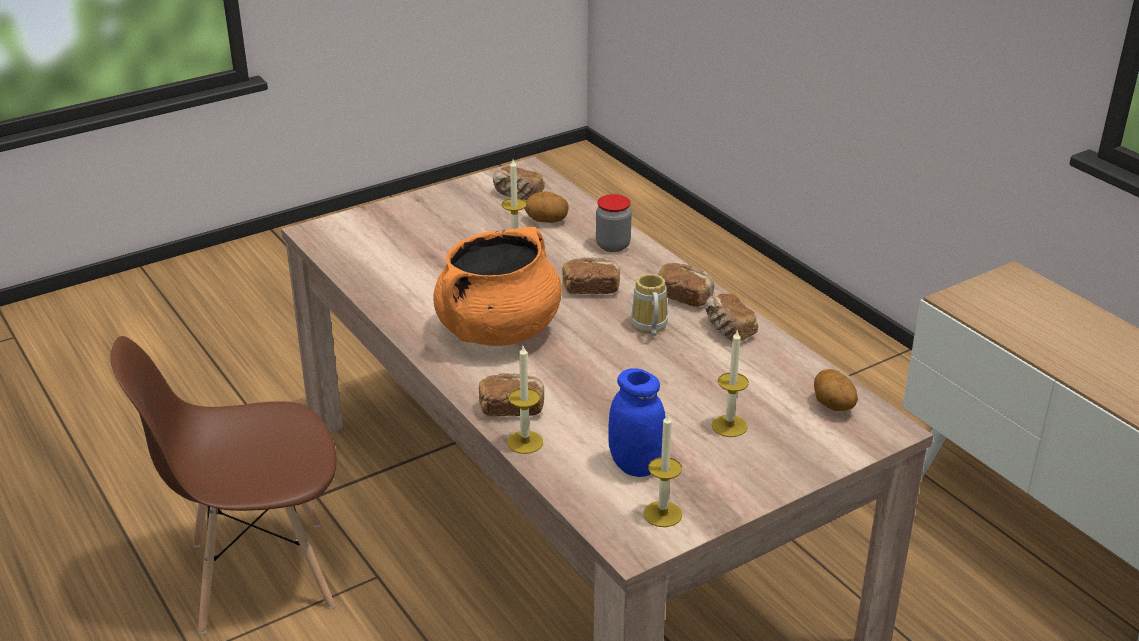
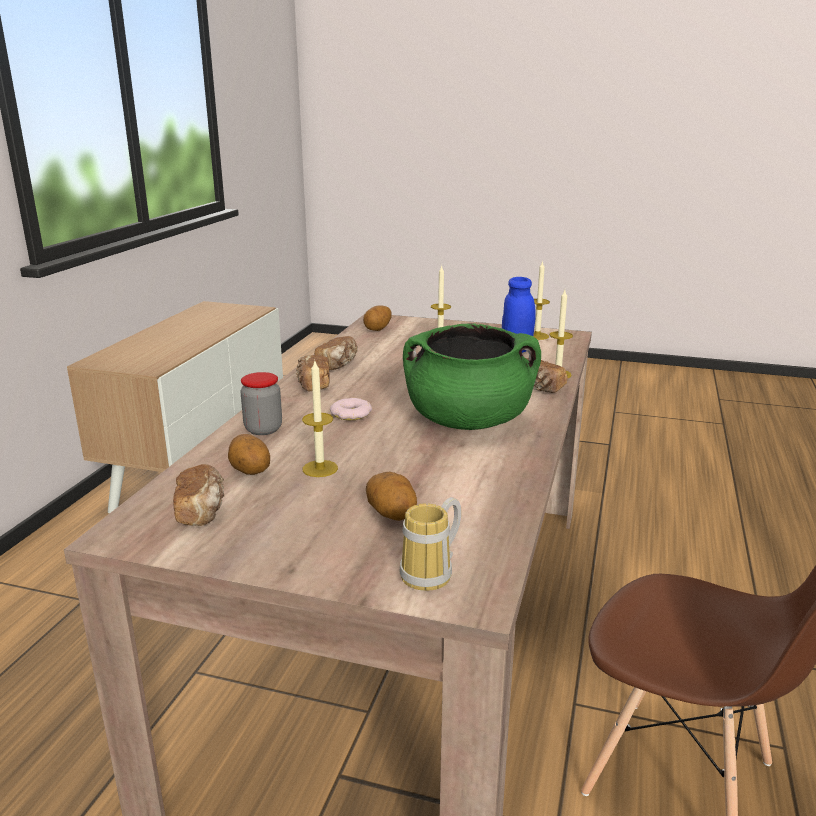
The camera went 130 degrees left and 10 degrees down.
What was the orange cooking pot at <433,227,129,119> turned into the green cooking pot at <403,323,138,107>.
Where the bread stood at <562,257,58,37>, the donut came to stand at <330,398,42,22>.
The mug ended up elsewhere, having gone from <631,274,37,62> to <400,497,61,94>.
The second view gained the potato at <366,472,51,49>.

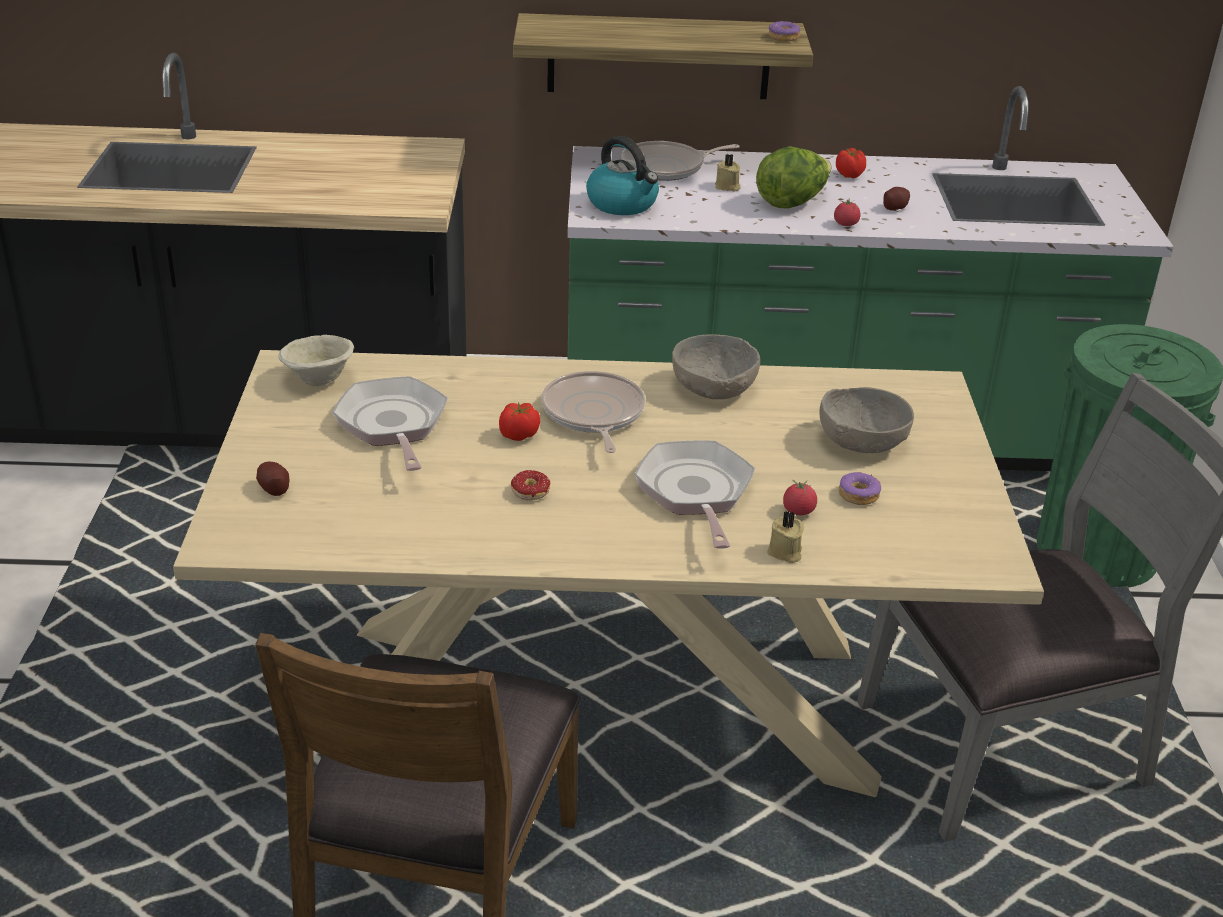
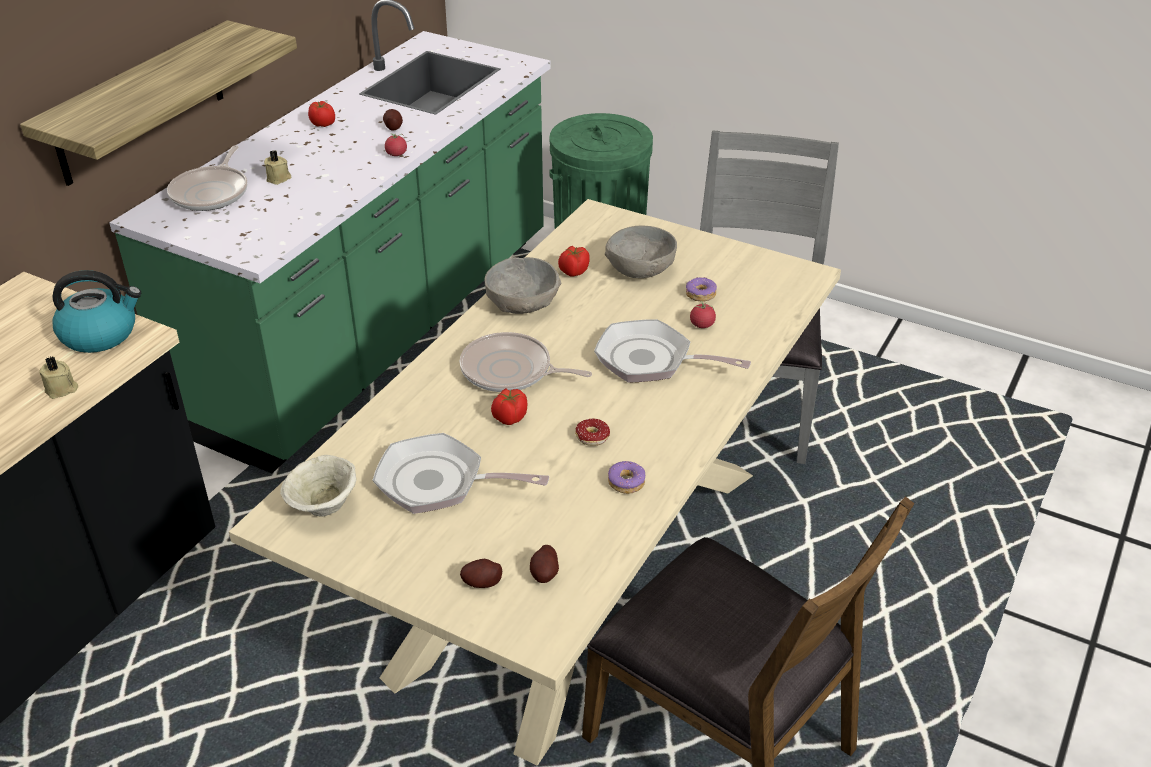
The camera went 60 degrees left and 5 degrees up.
The donut ended up elsewhere, having gone from <769,21,32,21> to <608,461,37,33>.
The kettle ended up elsewhere, having gone from <586,136,73,79> to <53,270,88,83>.
The second view lost the lettuce at <756,146,75,63>.
The beige candle ended up elsewhere, having gone from <767,511,37,52> to <39,356,39,43>.
The second view gained the tomato at <558,246,32,31>.
The second view gained the potato at <530,545,29,38>.

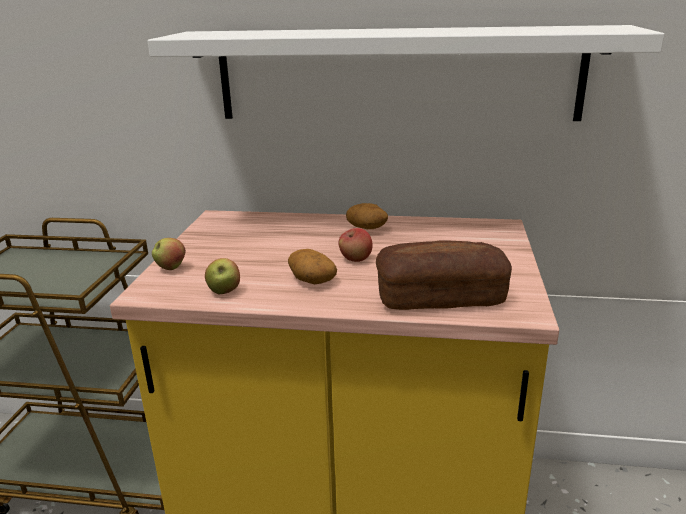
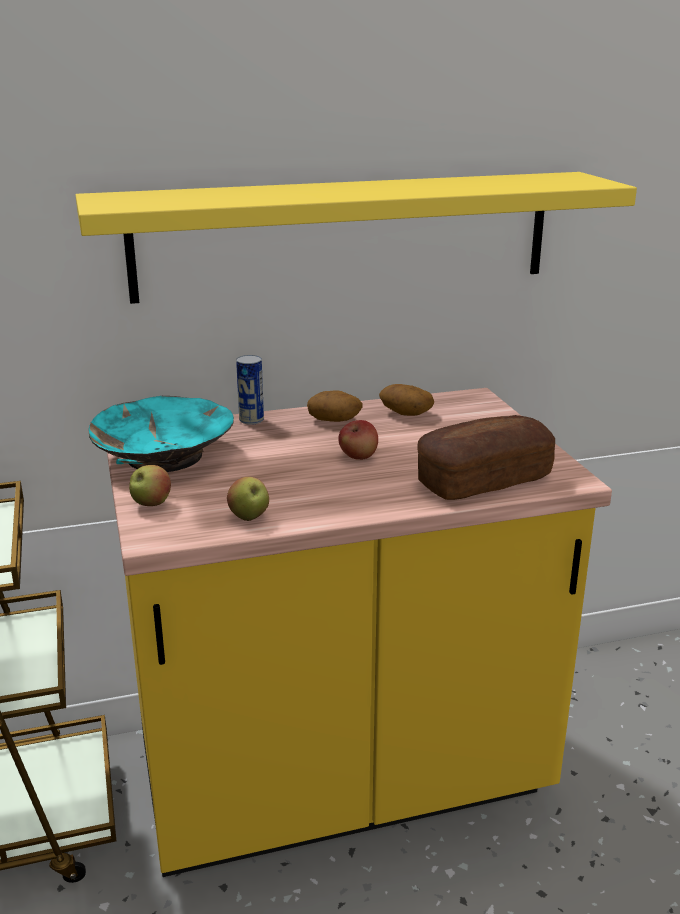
The camera went 25 degrees left and 0 degrees up.
What was the white shelf at <147,25,518,96> turned into the yellow shelf at <75,172,562,132>.
The potato ended up elsewhere, having gone from <288,249,49,35> to <379,384,55,32>.
The second view gained the can at <236,355,28,70>.
The second view gained the turquoise bowl at <88,396,146,76>.

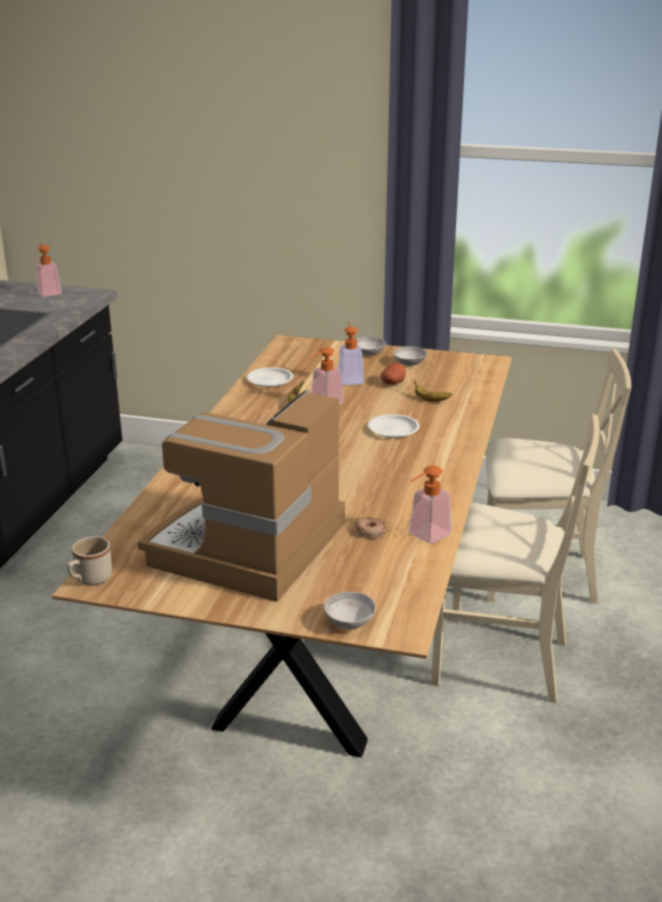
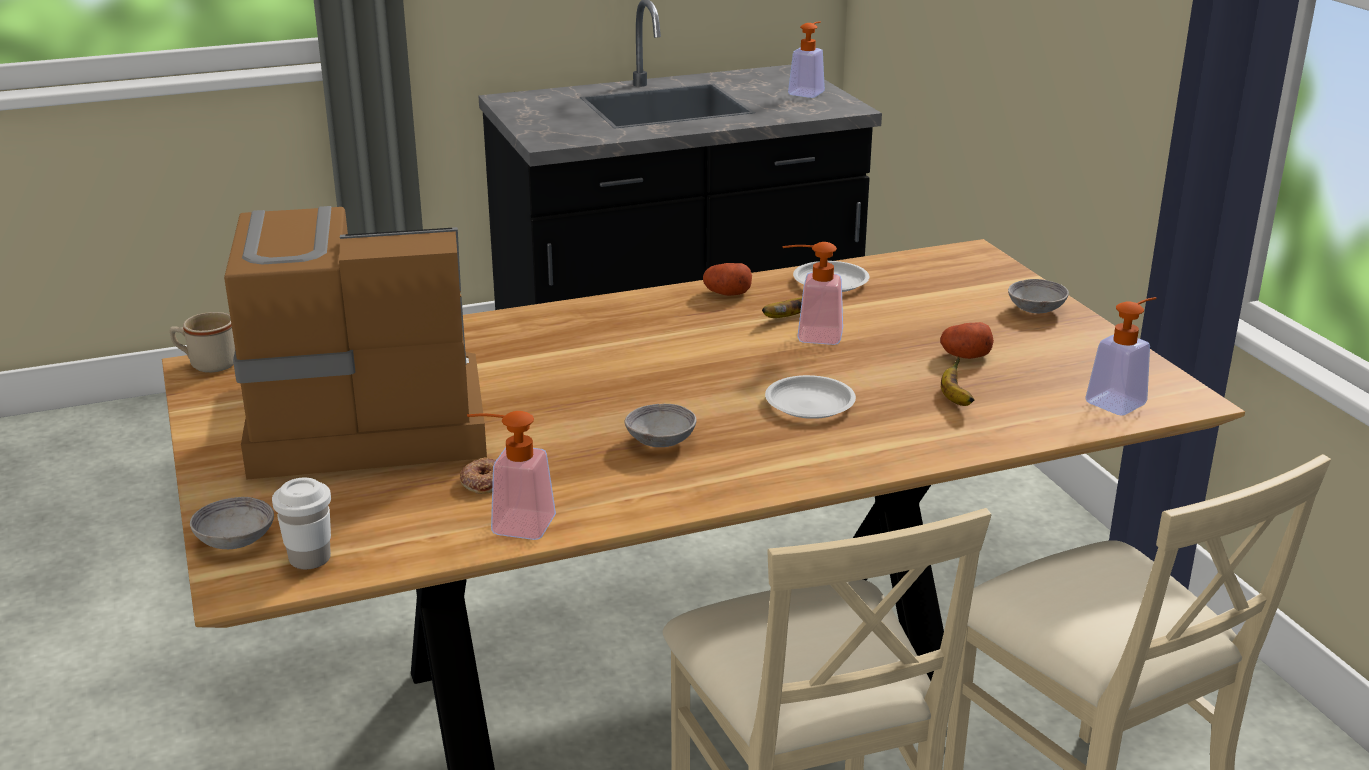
The camera went 55 degrees right and 0 degrees up.
The soap dispenser ended up elsewhere, having gone from <338,323,26,62> to <1085,297,71,118>.
The grey bowl ended up elsewhere, having gone from <394,346,33,20> to <625,404,72,43>.
The second view gained the potato at <703,263,49,33>.
The second view gained the white cup at <272,478,59,91>.

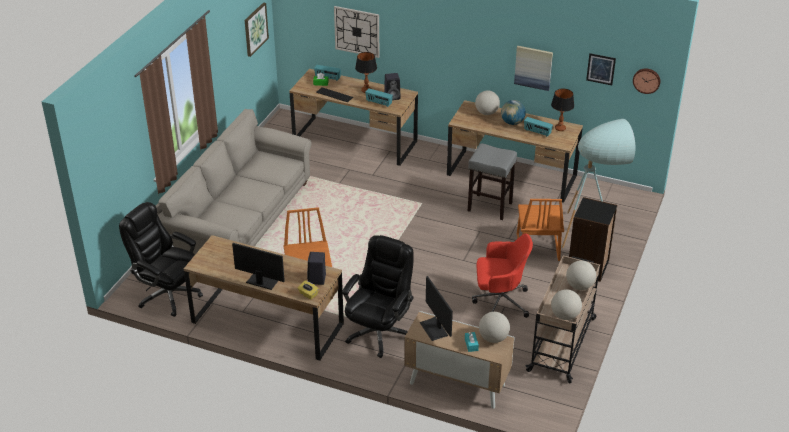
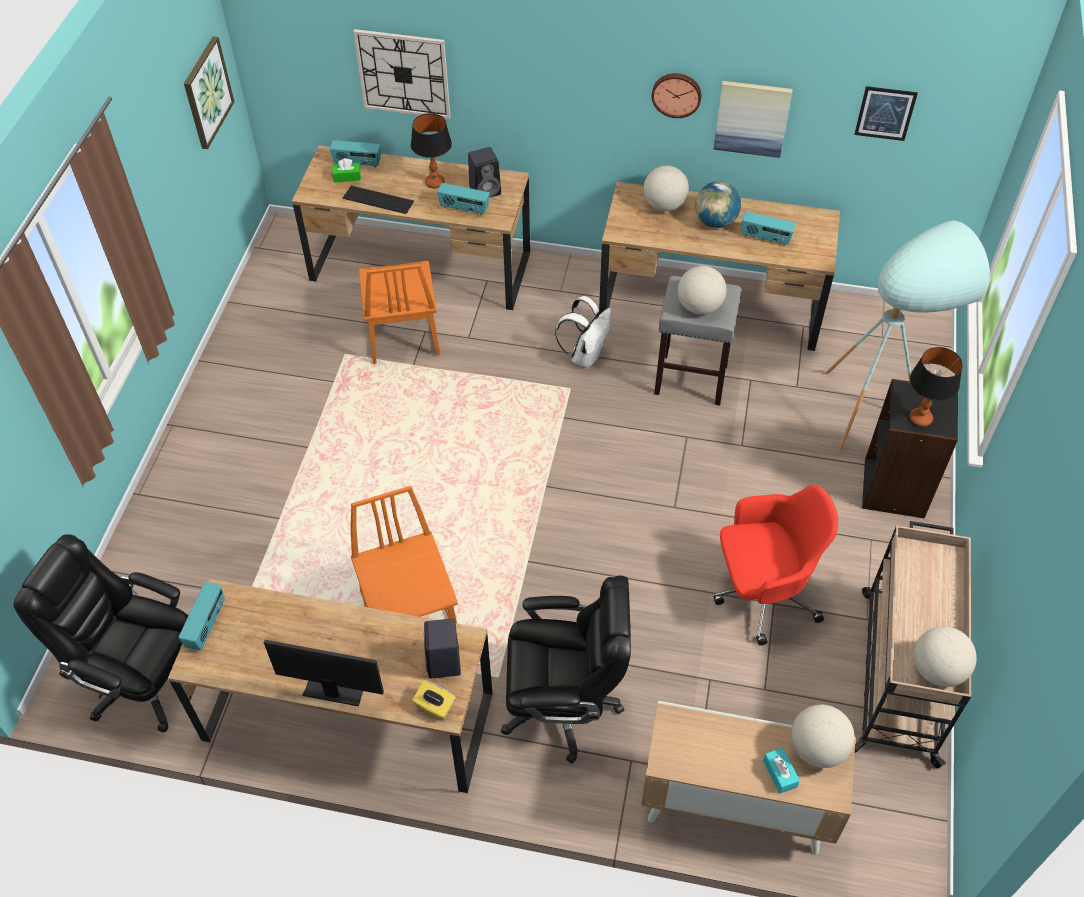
The camera went 10 degrees left and 15 degrees up.
The wall clock ended up elsewhere, having gone from <633,68,27,26> to <652,73,49,45>.
The table lamp ended up elsewhere, having gone from <551,89,23,42> to <910,347,53,80>.
The second view lost the beige sofa at <156,109,155,145>.
The orange chair ended up elsewhere, having gone from <517,199,47,62> to <359,261,81,103>.
The black office chair at <342,235,72,123> ended up facing another way, 75 degrees clockwise from before.
The globe ended up elsewhere, having gone from <566,260,30,30> to <678,266,48,49>.
The second view lost the monitor at <419,276,34,65>.
The second view gained the white backpack at <555,296,57,72>.
The second view gained the radio at <178,582,47,69>.

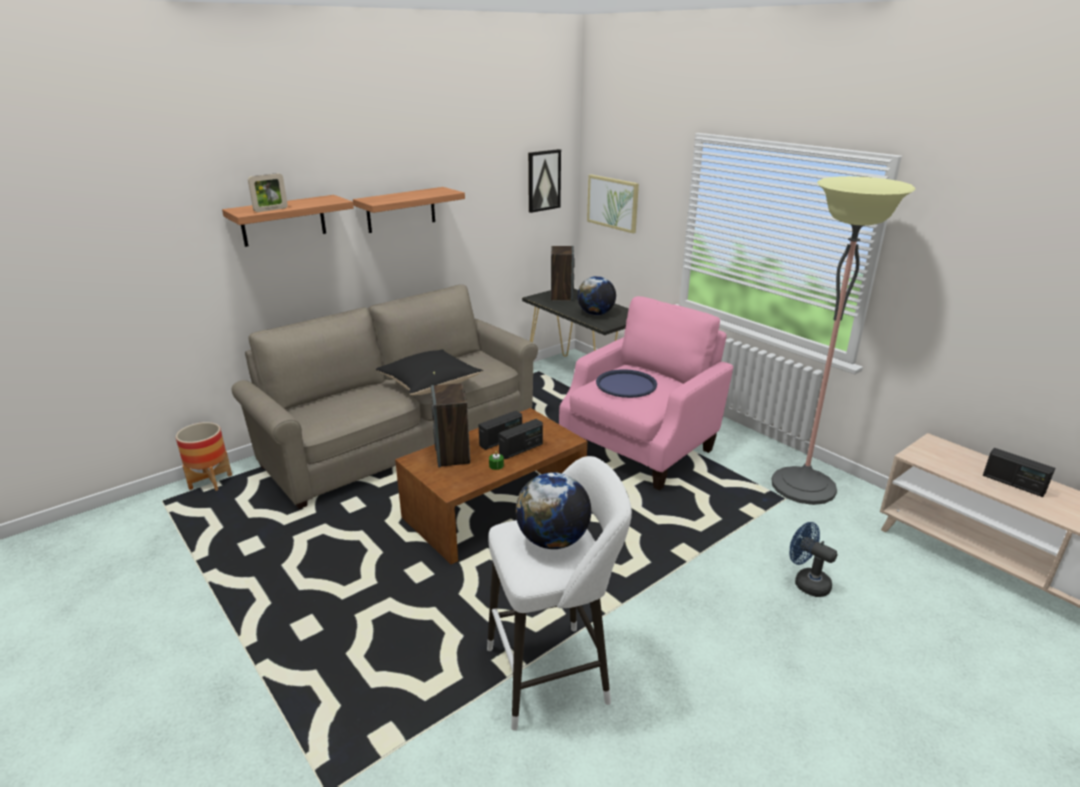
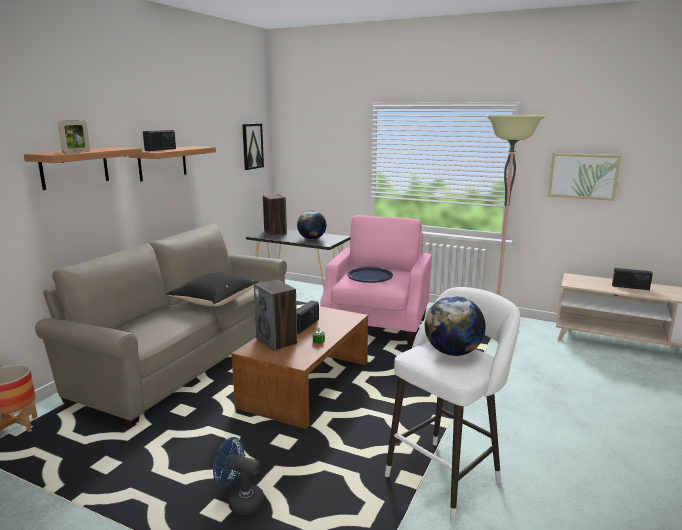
The camera went 25 degrees left and 10 degrees down.
The picture ended up elsewhere, having gone from <587,174,52,60> to <548,153,73,48>.
The radio ended up elsewhere, having gone from <499,419,44,40> to <143,130,33,21>.
The blue fan ended up elsewhere, having gone from <790,522,48,75> to <213,437,51,78>.

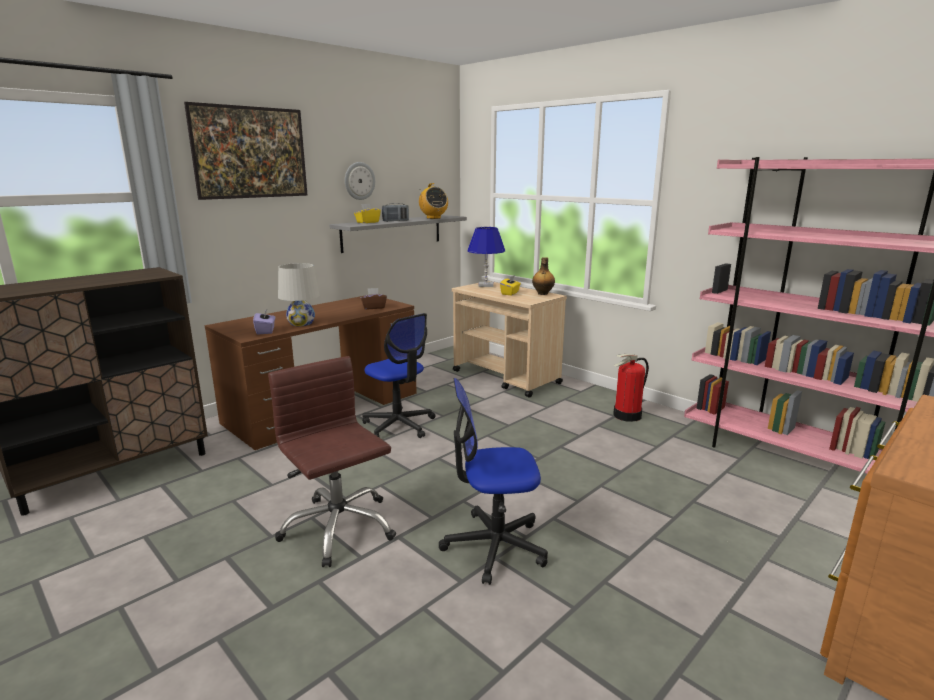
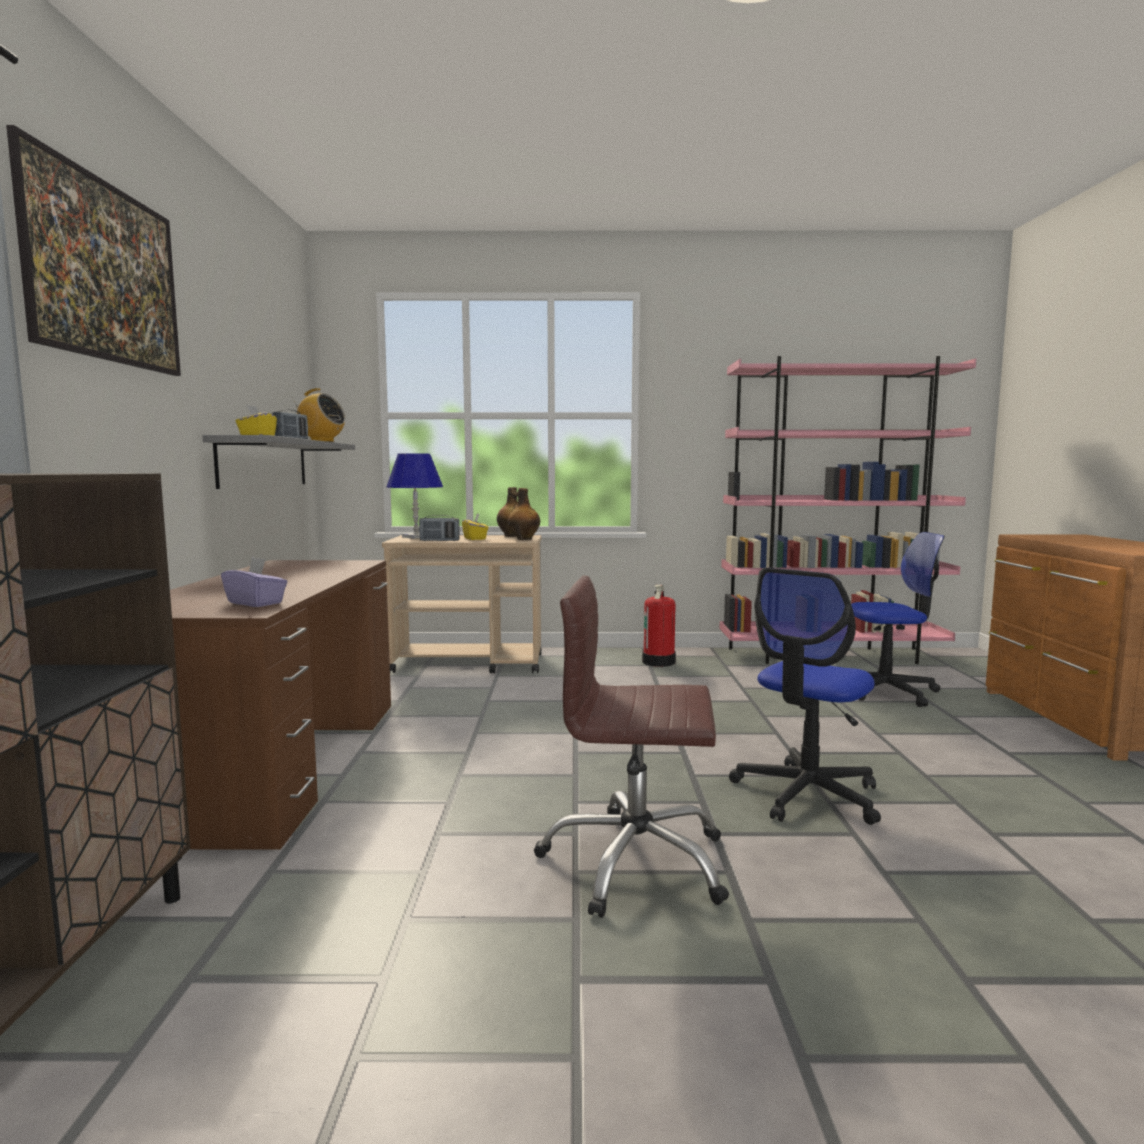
The camera went 45 degrees left and 10 degrees down.
The second view lost the wall clock at <345,162,30,38>.
The second view lost the white table lamp at <278,263,41,63>.
The second view lost the brown tissue box at <360,288,27,21>.
The office chair ended up elsewhere, having gone from <362,313,74,125> to <851,532,93,175>.
The second view gained the bottle at <508,488,32,52>.
The second view gained the radio at <419,515,41,26>.

